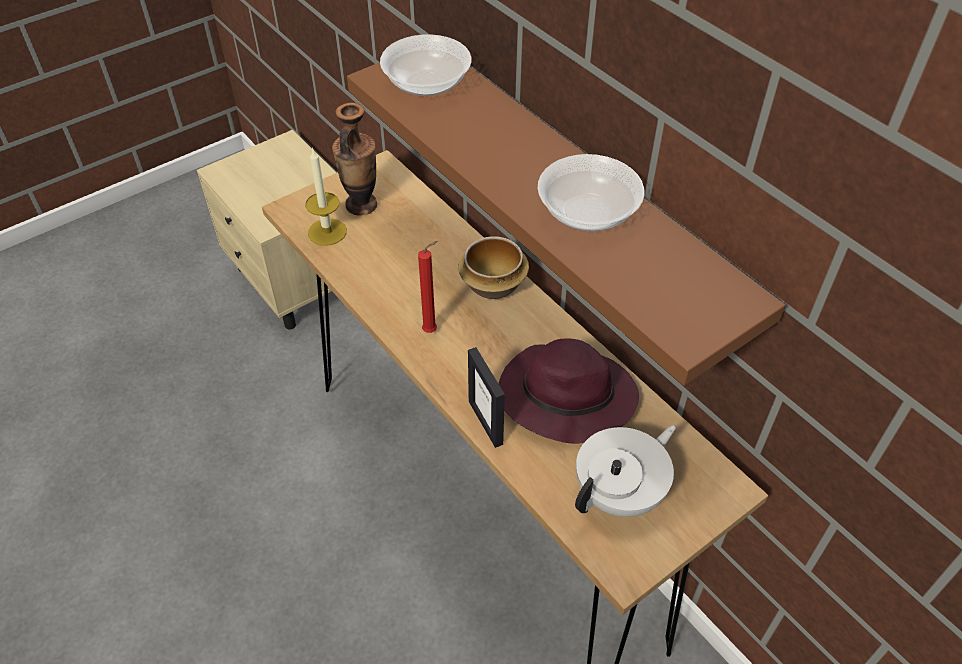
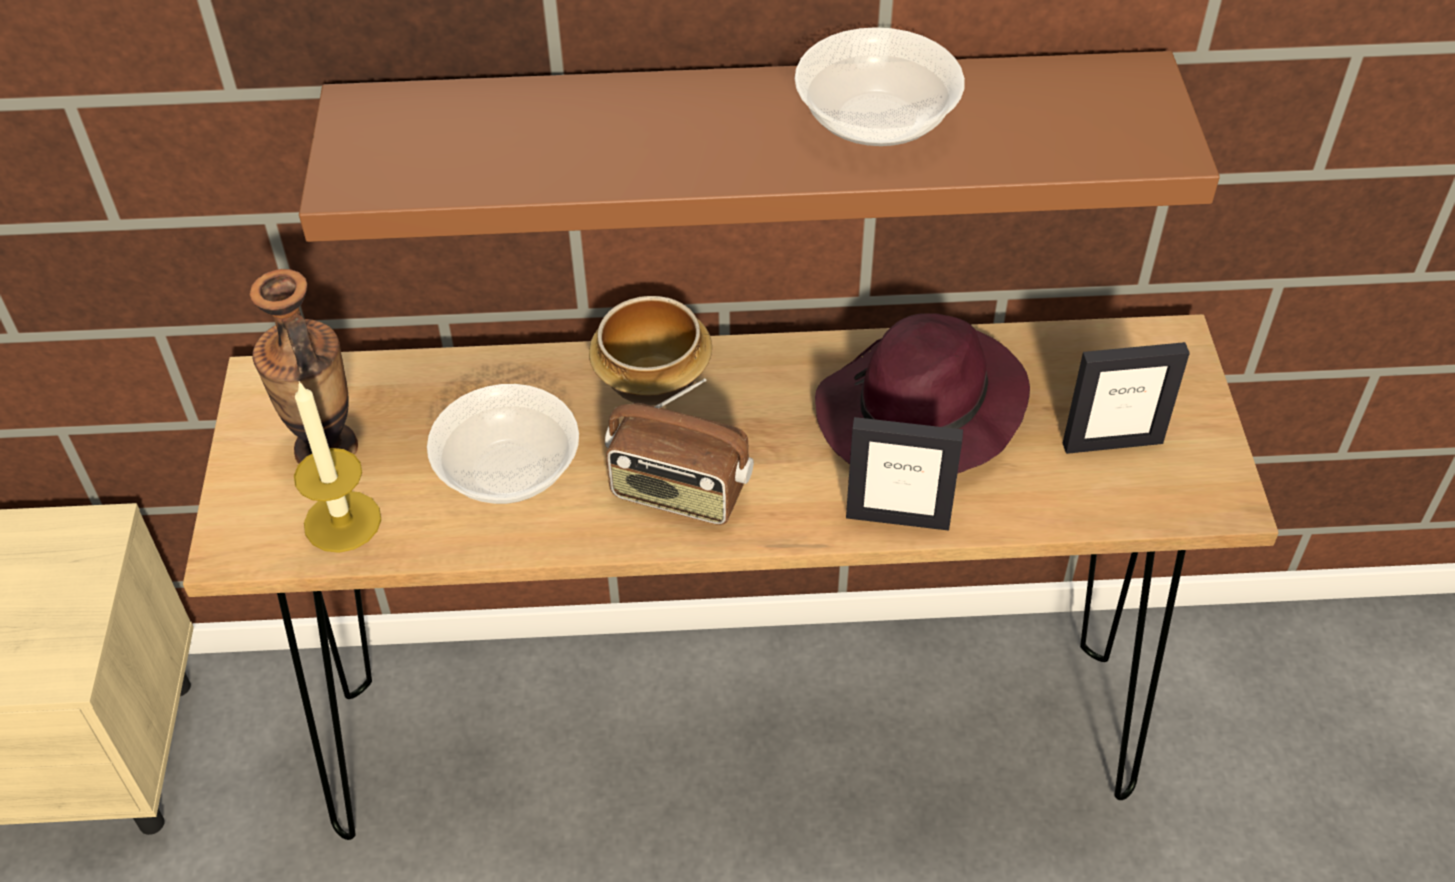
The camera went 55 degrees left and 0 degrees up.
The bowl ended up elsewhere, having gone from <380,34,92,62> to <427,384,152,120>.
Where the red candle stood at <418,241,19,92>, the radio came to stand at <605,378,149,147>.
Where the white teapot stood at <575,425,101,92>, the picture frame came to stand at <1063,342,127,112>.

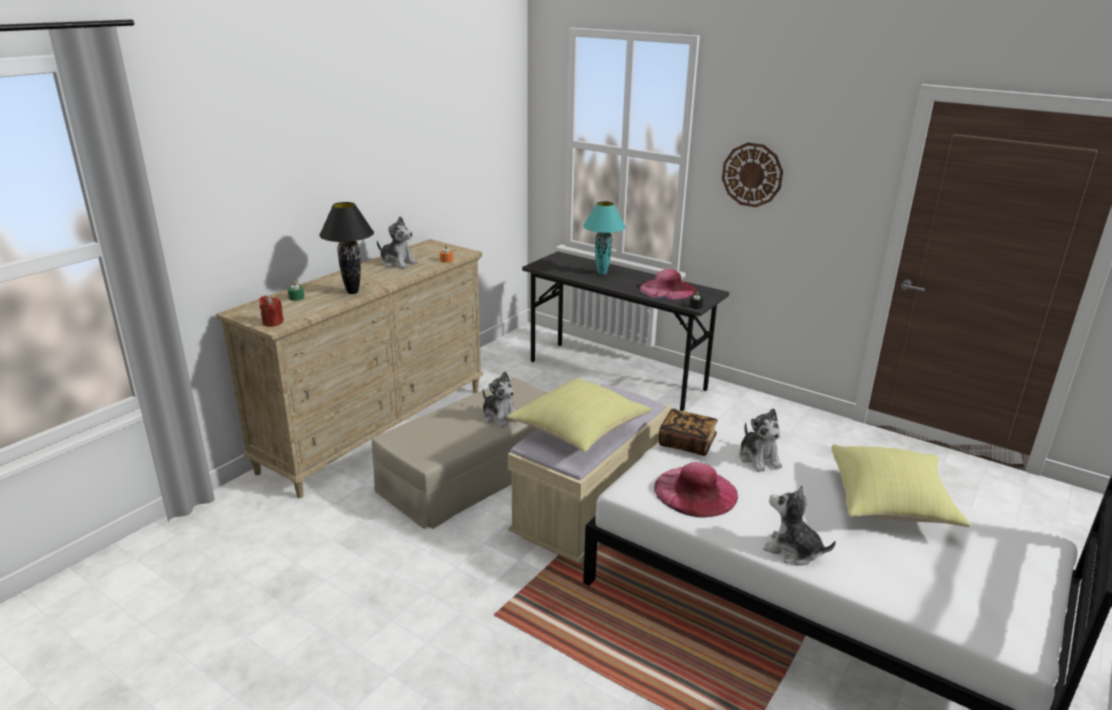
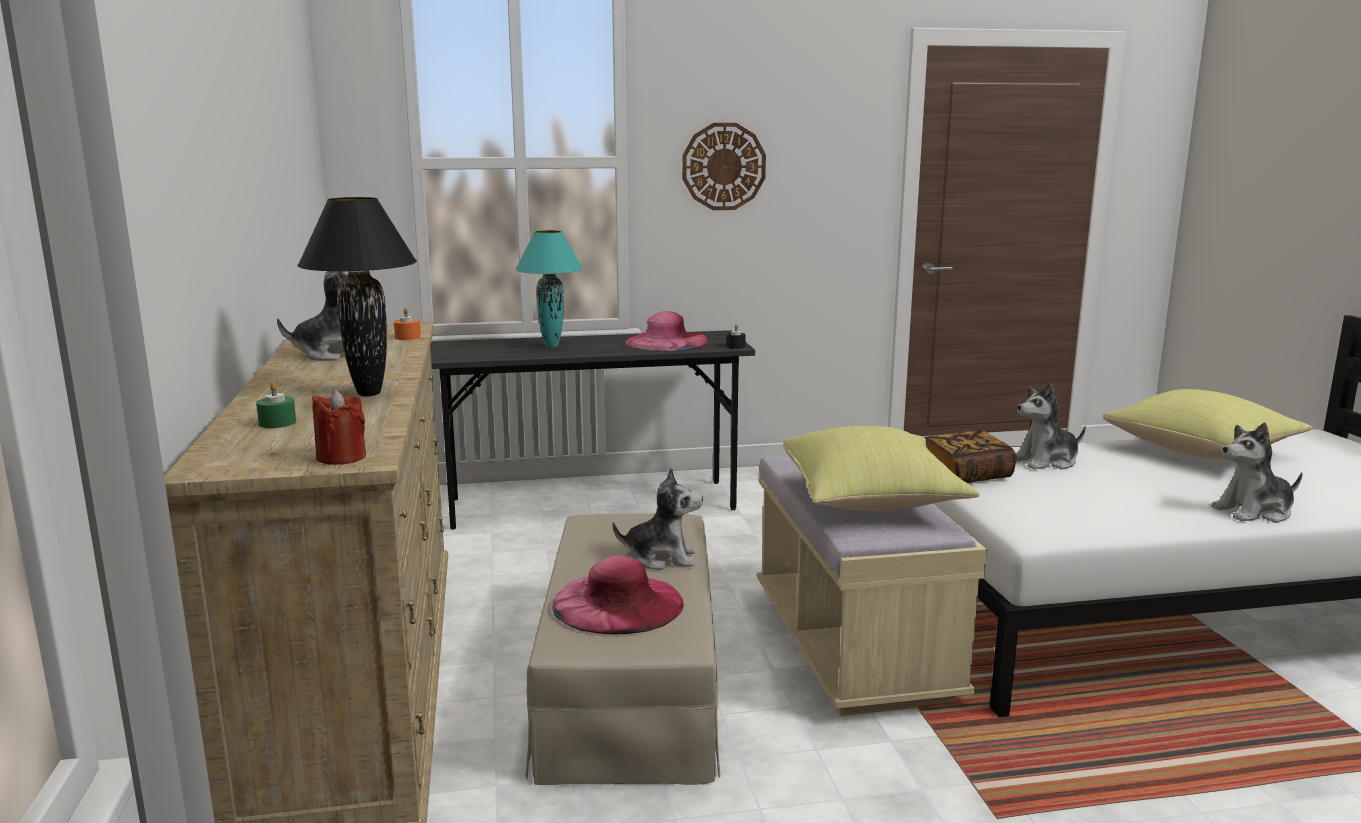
The camera went 45 degrees left and 10 degrees down.
The plush toy at <739,408,43,64> ended up facing another way, 135 degrees clockwise from before.
The pink hat ended up elsewhere, having gone from <654,462,84,56> to <552,555,132,79>.

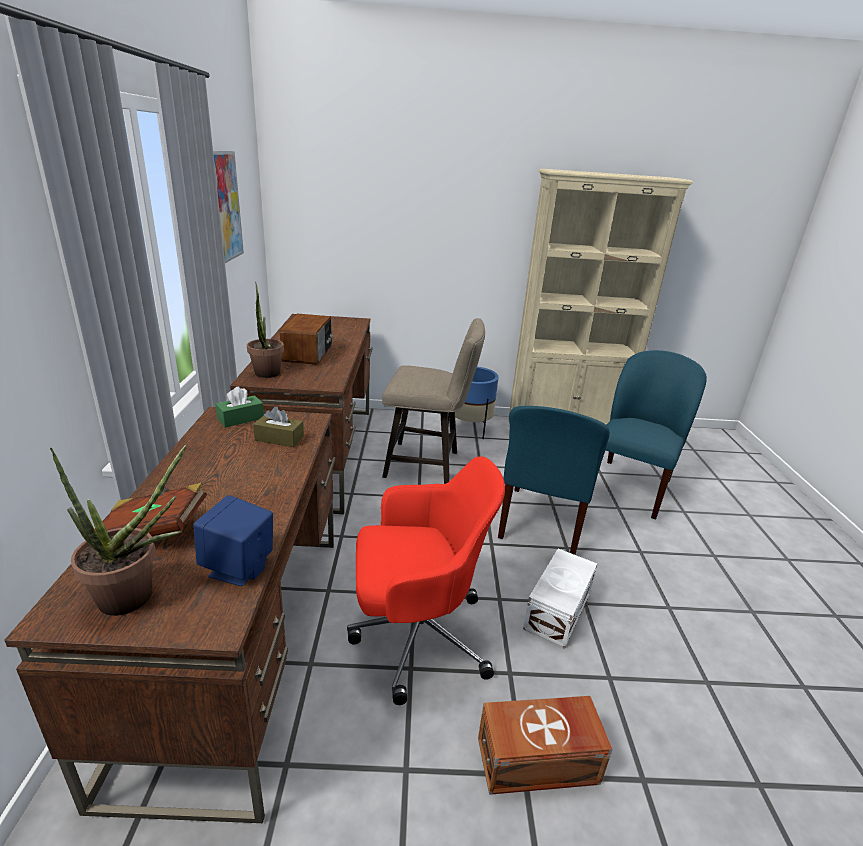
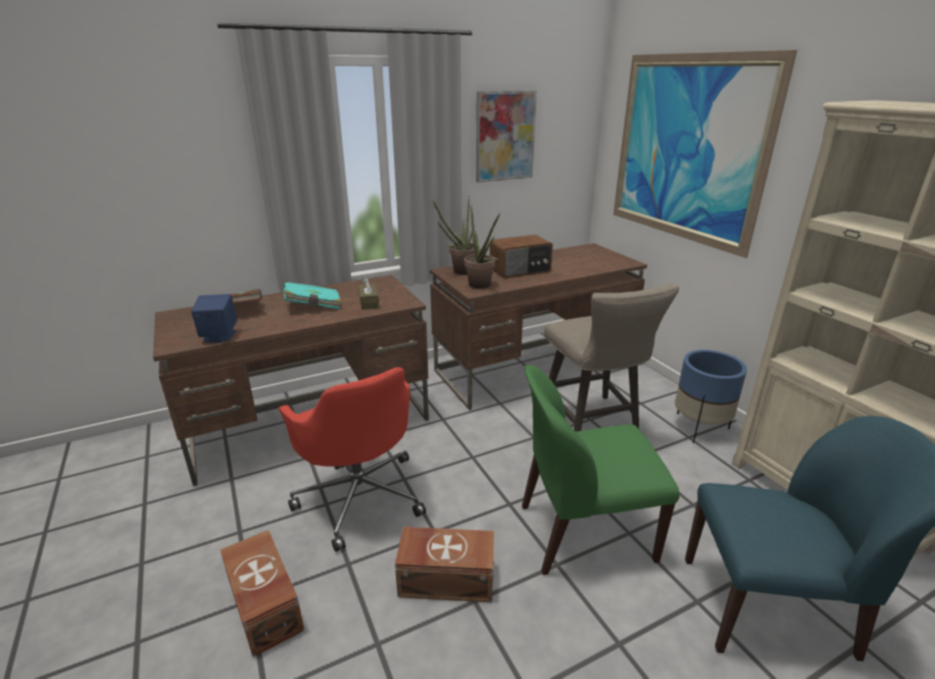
The camera went 65 degrees right and 0 degrees up.
The second view lost the green tissue box at <216,386,48,41>.
What was the blue chair at <498,406,112,149> turned into the green chair at <522,365,158,210>.
The potted plant ended up elsewhere, having gone from <50,445,137,171> to <464,205,36,84>.
What was the white storage box at <523,549,74,100> turned into the brown storage box at <395,527,99,75>.
The second view gained the picture at <613,50,184,208>.
The second view gained the turquoise book at <284,281,58,29>.

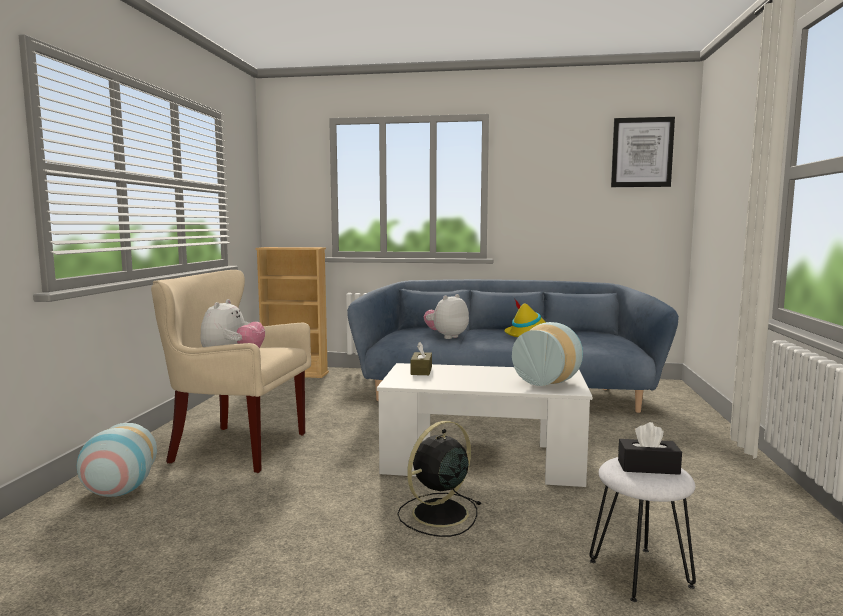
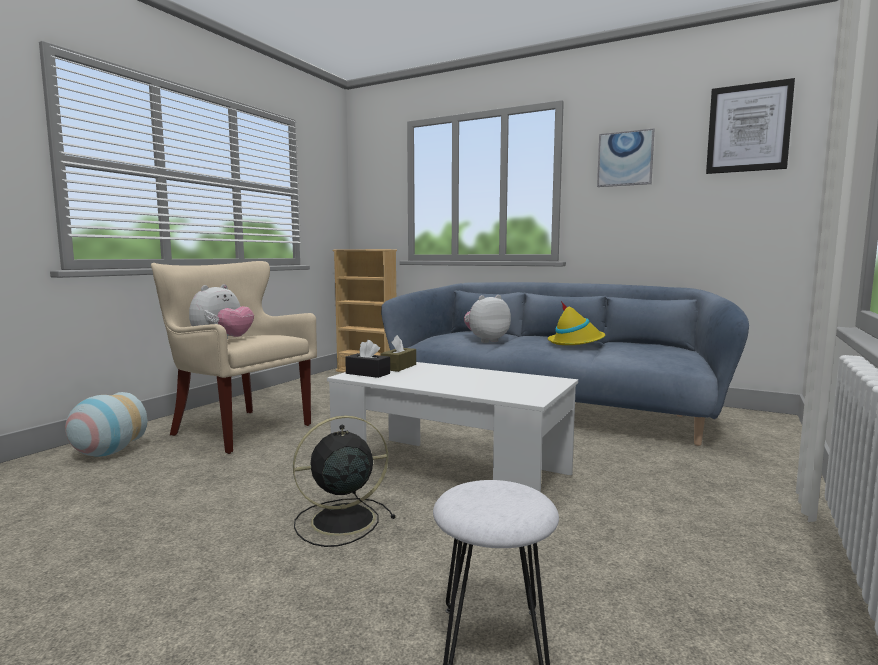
The camera went 20 degrees right and 0 degrees up.
The second view lost the vase at <512,322,71,64>.
The black tissue box ended up elsewhere, having gone from <618,422,64,53> to <345,340,45,38>.
The second view gained the picture at <597,128,58,59>.

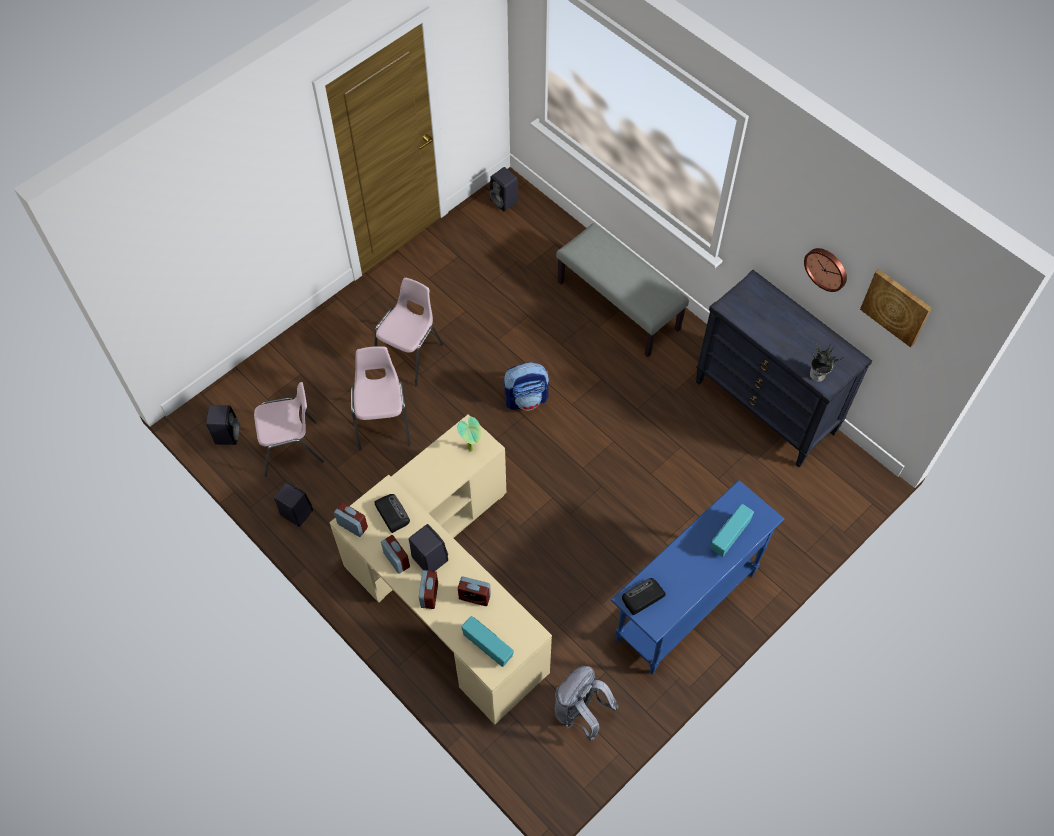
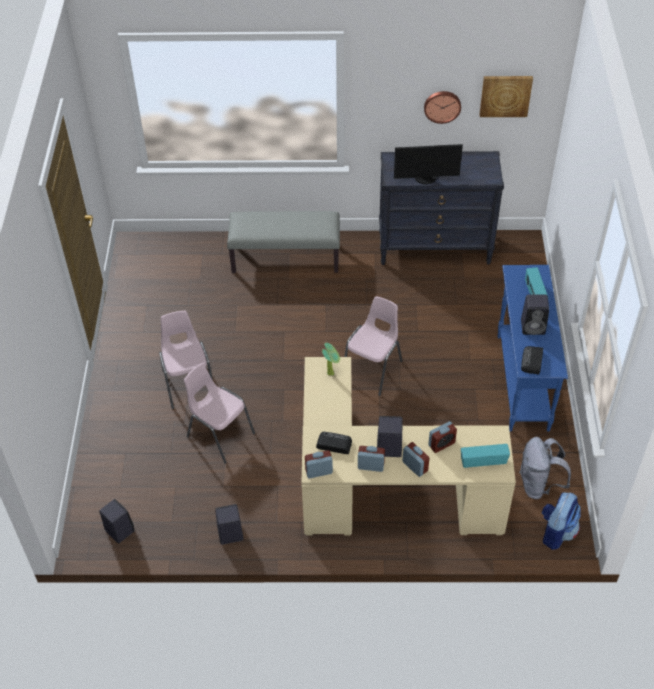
The camera went 45 degrees left and 10 degrees down.
The black speaker ended up elsewhere, having gone from <489,167,29,44> to <521,294,28,41>.
The second view lost the potted plant at <810,342,33,40>.
The backpack ended up elsewhere, having gone from <504,362,45,49> to <542,492,39,58>.
The pink chair ended up elsewhere, having gone from <254,382,70,95> to <344,296,58,100>.
The second view gained the monitor at <394,144,69,40>.

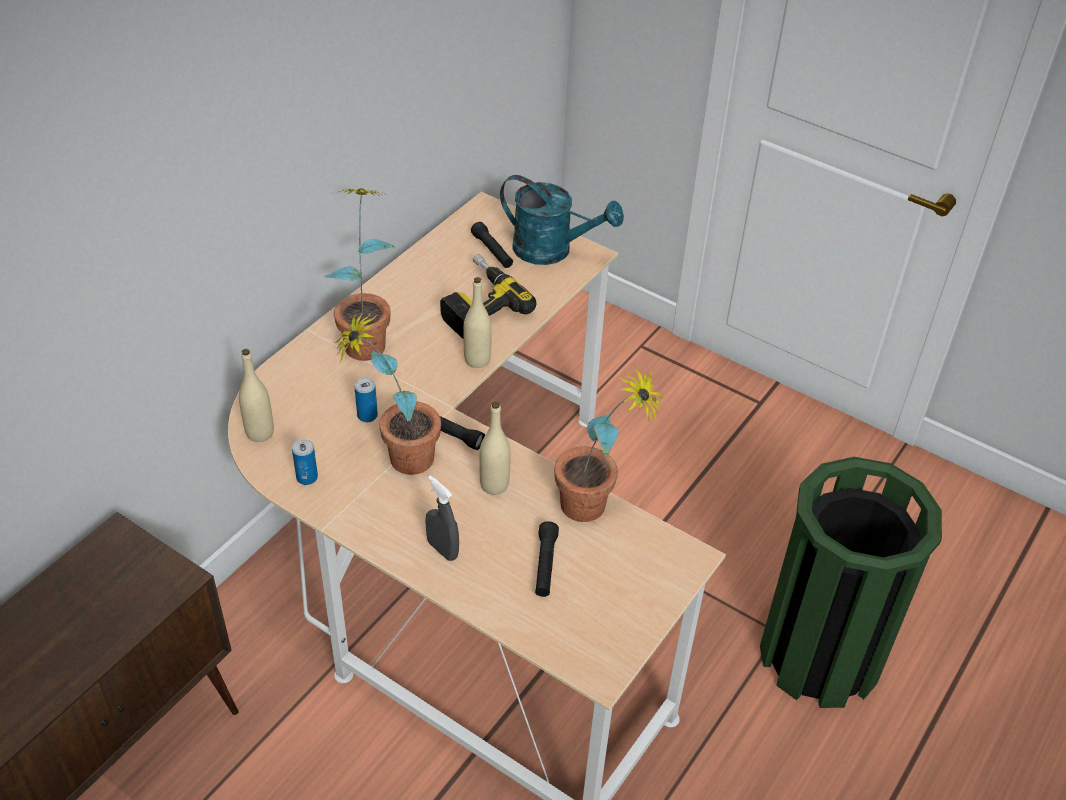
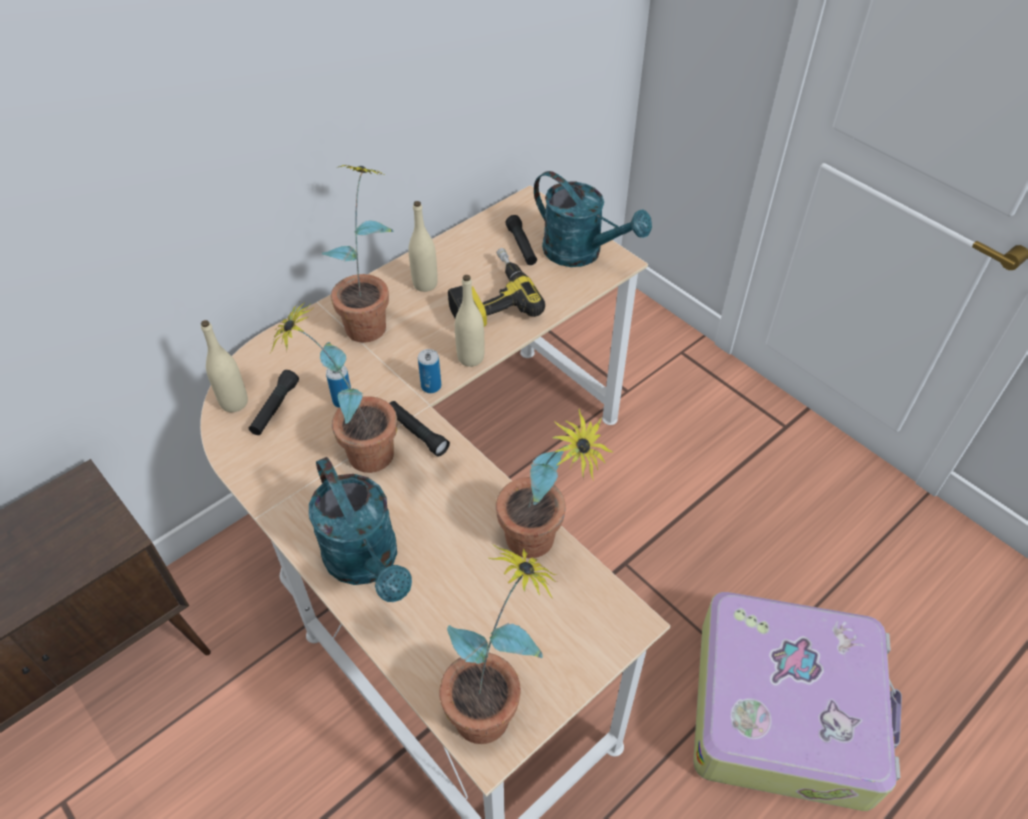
The camera went 15 degrees right and 5 degrees up.
The beige bottle ended up elsewhere, having gone from <479,402,32,93> to <408,201,30,91>.
The can ended up elsewhere, having gone from <292,439,26,46> to <418,349,23,44>.
Where the green trash can stood at <760,457,182,251>, the suitcase came to stand at <693,592,209,219>.
Where the grey spray bottle stood at <425,476,34,85>, the turquoise watering can came to stand at <309,457,103,145>.
The black flashlight ended up elsewhere, having gone from <535,521,24,76> to <249,370,50,65>.
The second view gained the potted plant at <439,542,118,202>.

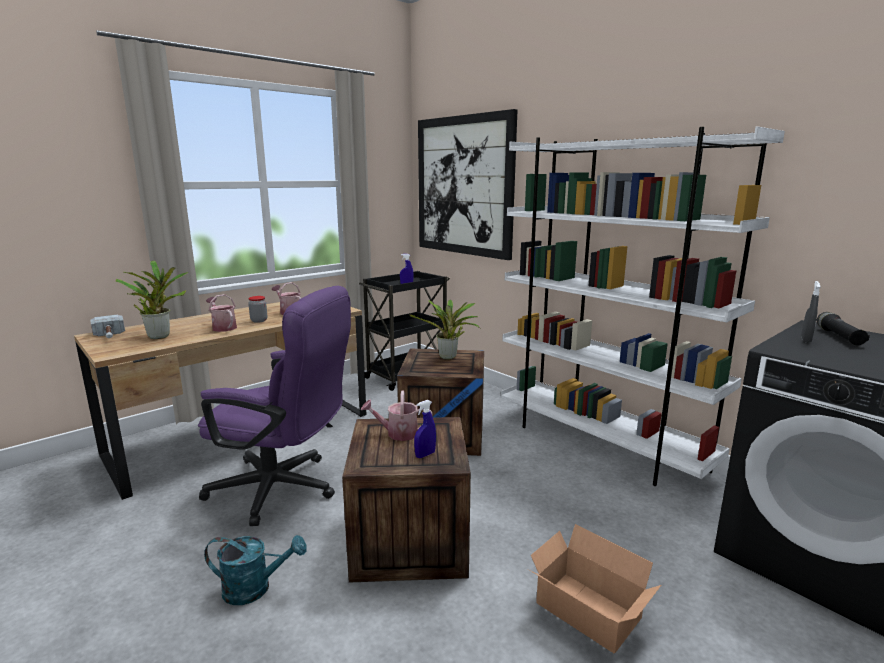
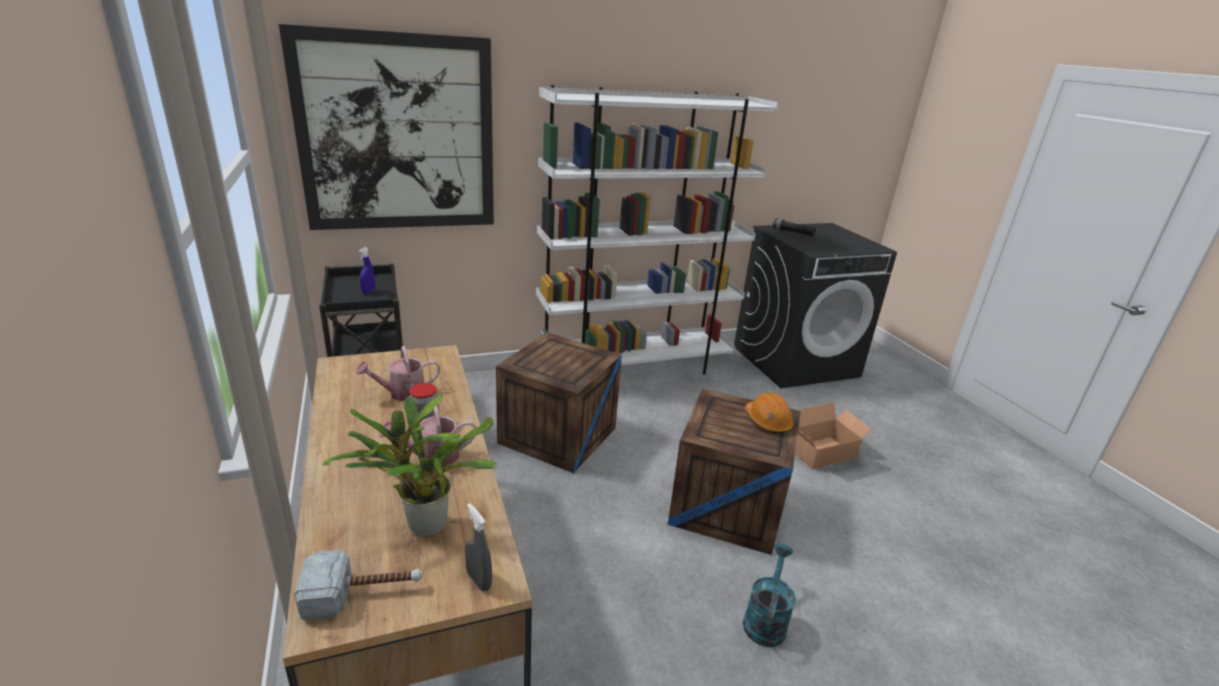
The camera went 70 degrees left and 10 degrees up.
The grey spray bottle ended up elsewhere, having gone from <801,281,19,62> to <465,503,27,89>.
The second view lost the purple office chair at <198,286,153,240>.
The second view lost the potted plant at <409,300,72,60>.
The second view lost the watering can at <361,391,72,50>.
Where the blue spray bottle stood at <414,400,22,58>, the orange hard hat came to stand at <745,392,49,42>.

